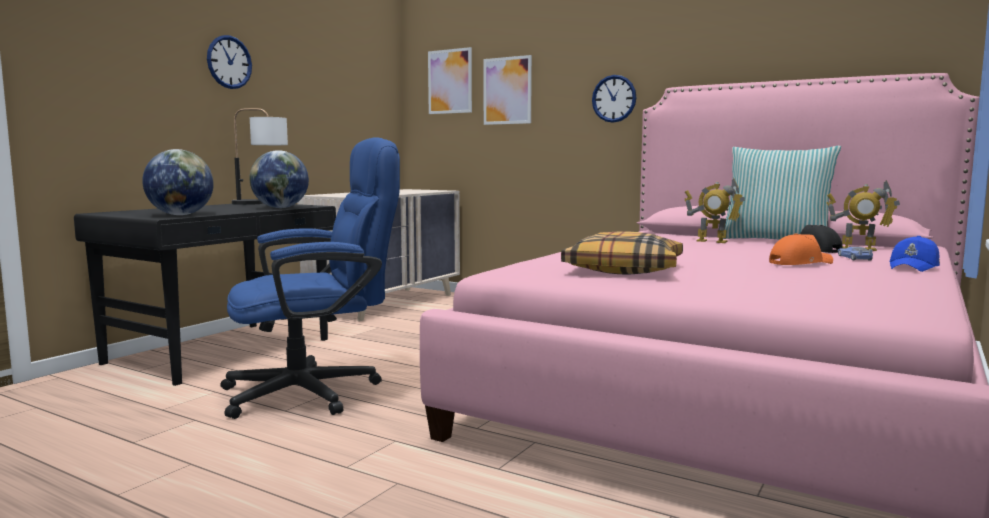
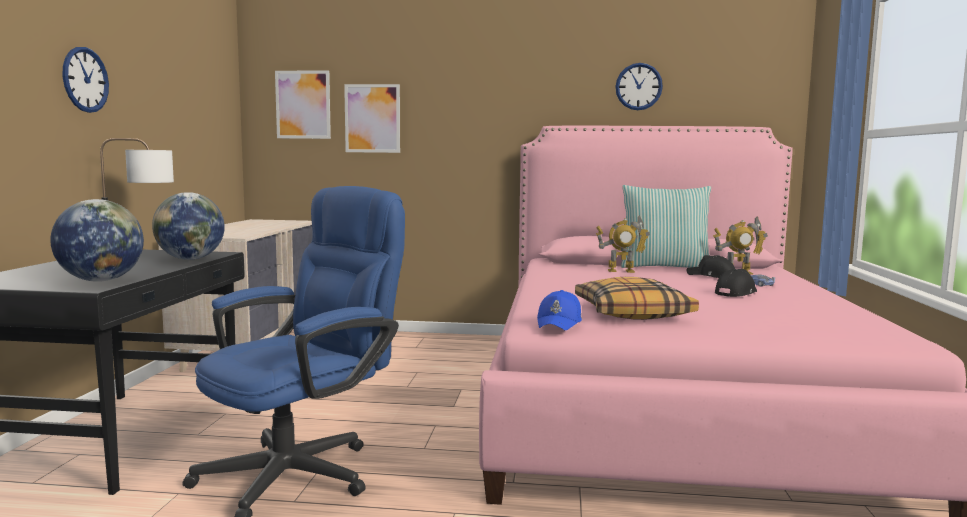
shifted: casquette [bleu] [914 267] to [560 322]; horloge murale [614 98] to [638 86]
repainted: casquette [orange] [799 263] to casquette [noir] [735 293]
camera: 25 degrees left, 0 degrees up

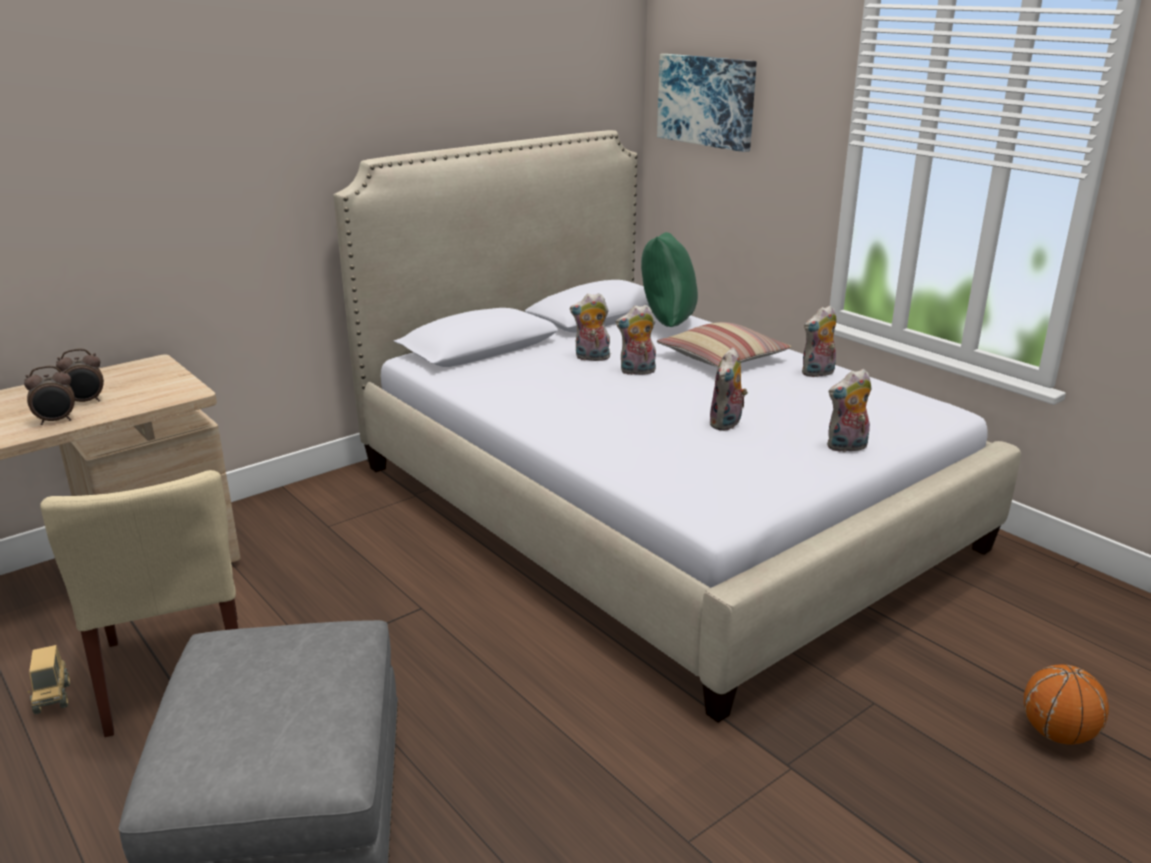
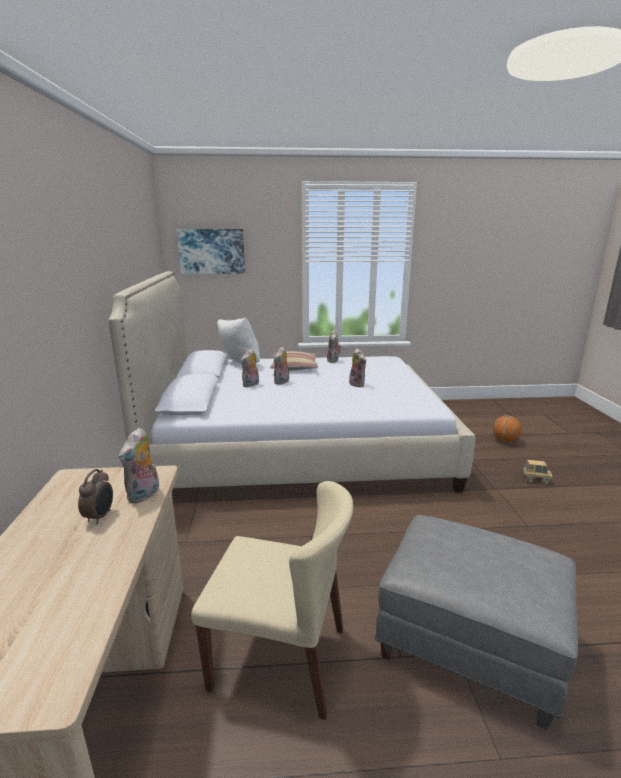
gone: réveil [56 421]
shifted: peluche [846 447] to [144 495]; camion jouet [53 698] to [536 480]
repainted: coussin [vert] [665 323] to coussin [blanc] [239 364]
camera: 55 degrees left, 5 degrees down

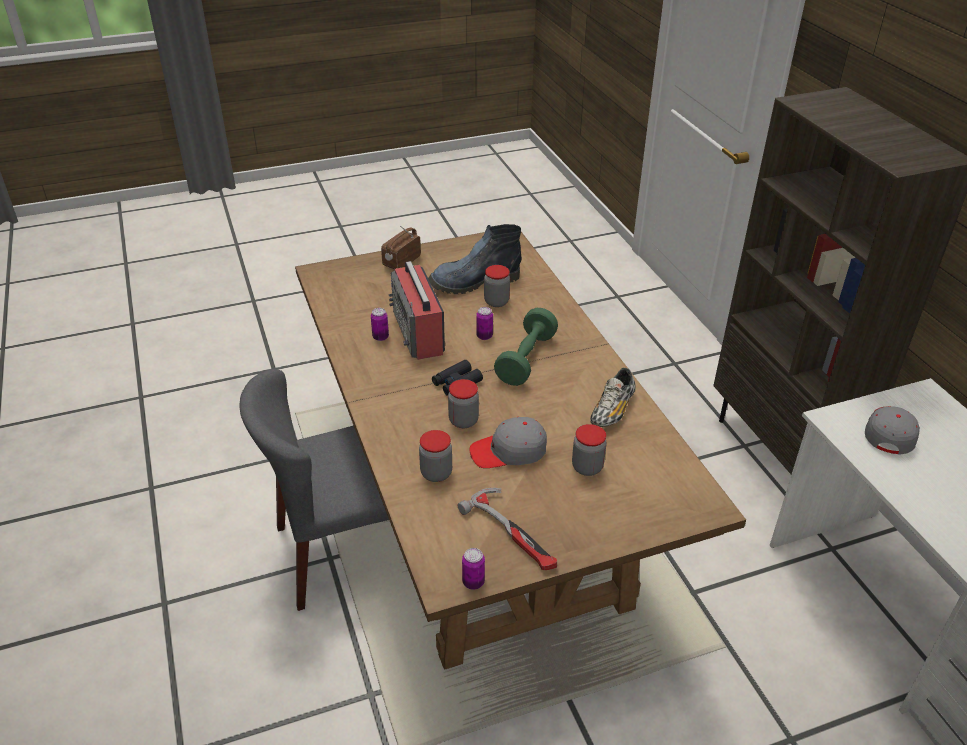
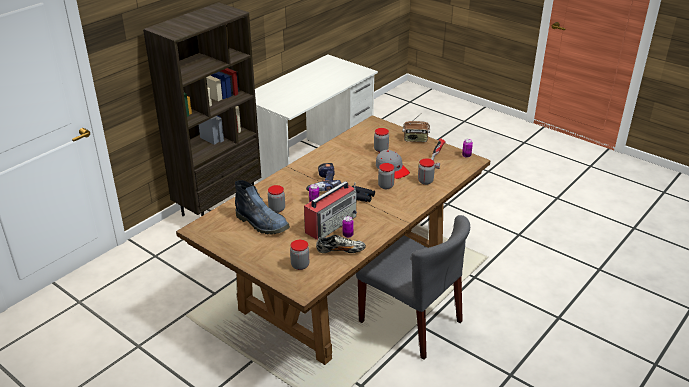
gone: casquette [gris] [890 432]
new: bocal [300 265]
shifted: chaussure [612 410] to [340 251]; radio [401 261] to [415 139]
swapped: haltère [vert] [526 359] to perceuse [322 184]
camera: 120 degrees left, 5 degrees down

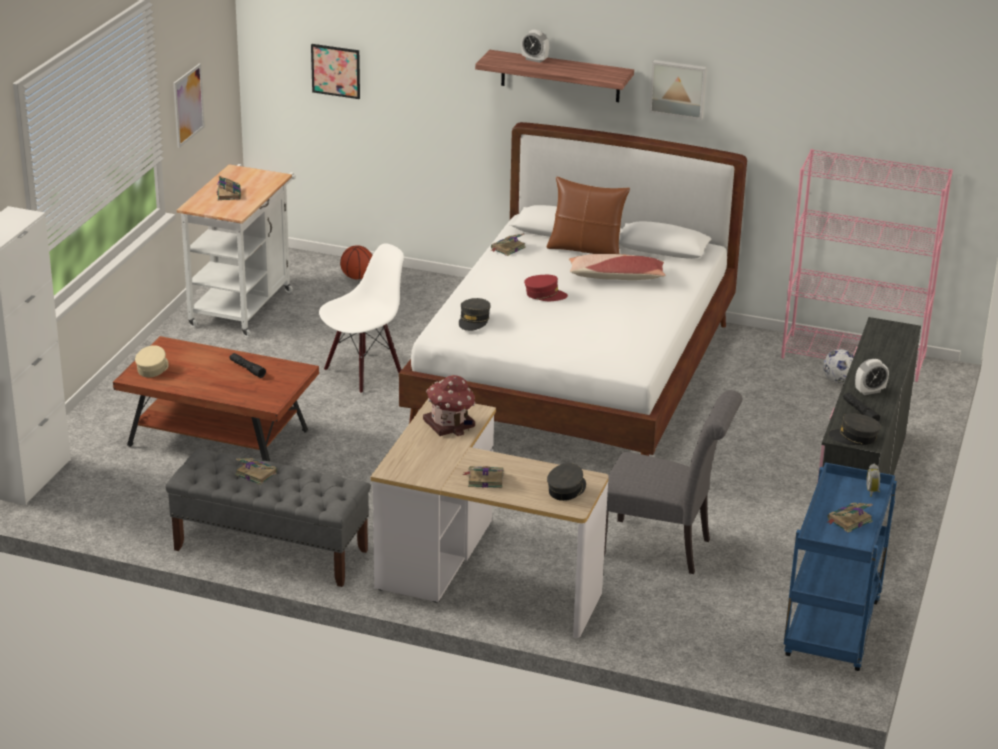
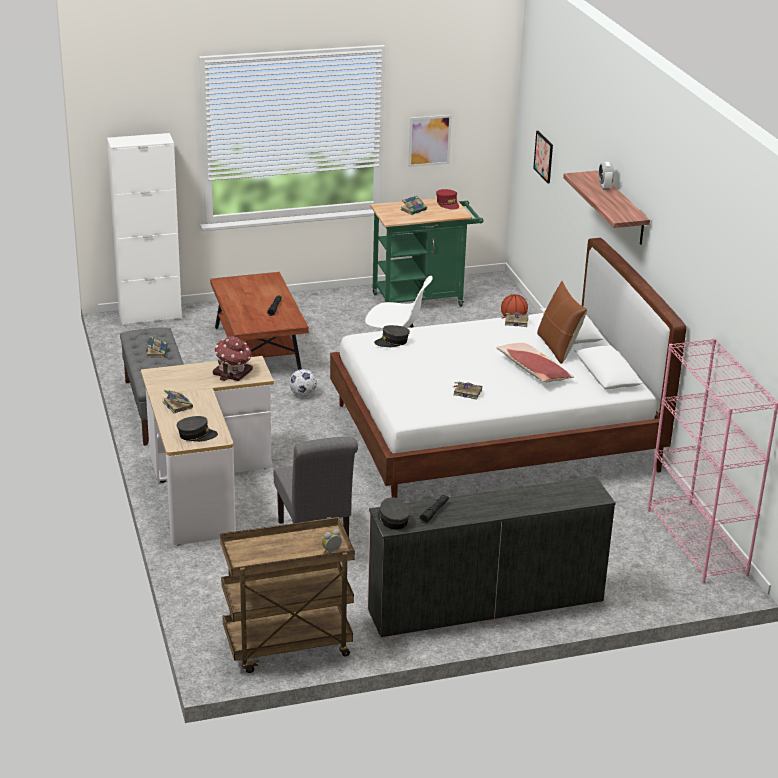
gone: casquette [beige] [152 368]; tableau [678 88]; réveil [870 391]
shifted: ballon de foot [838 380] to [303 394]; casquette [rouge] [545 295] to [447 204]; livre [848 520] to [467 392]
repainted: chariot [bleu] [833 632] to chariot [marron] [287 647]; chariot [blanc] [244 305] to chariot [vert] [423 299]
camera: 55 degrees right, 0 degrees up

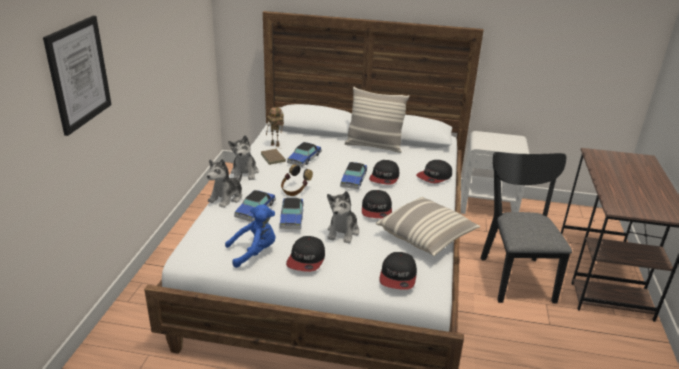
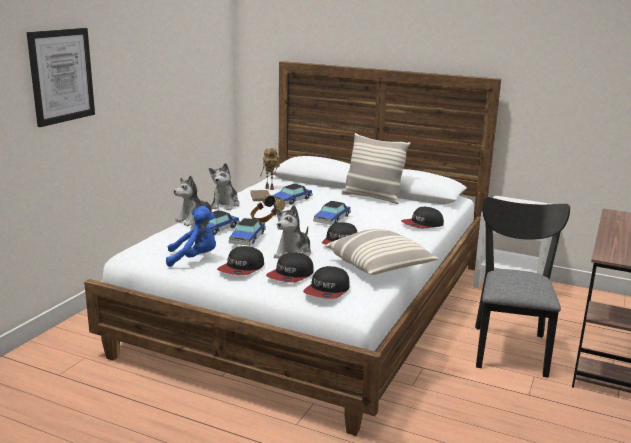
shifted: casquette [384 178] to [290 275]
camera: 15 degrees right, 10 degrees down

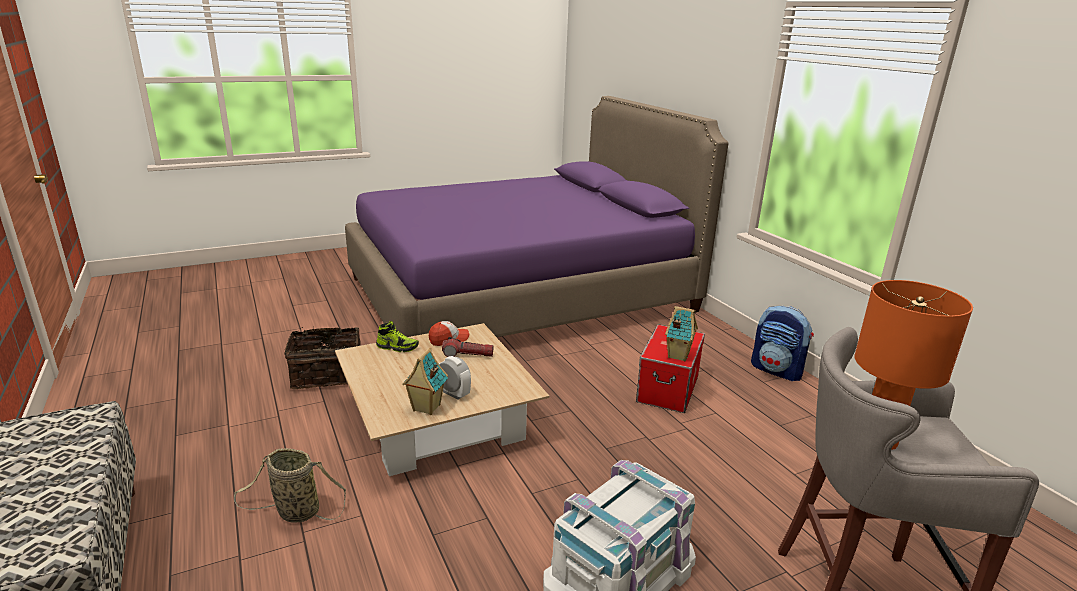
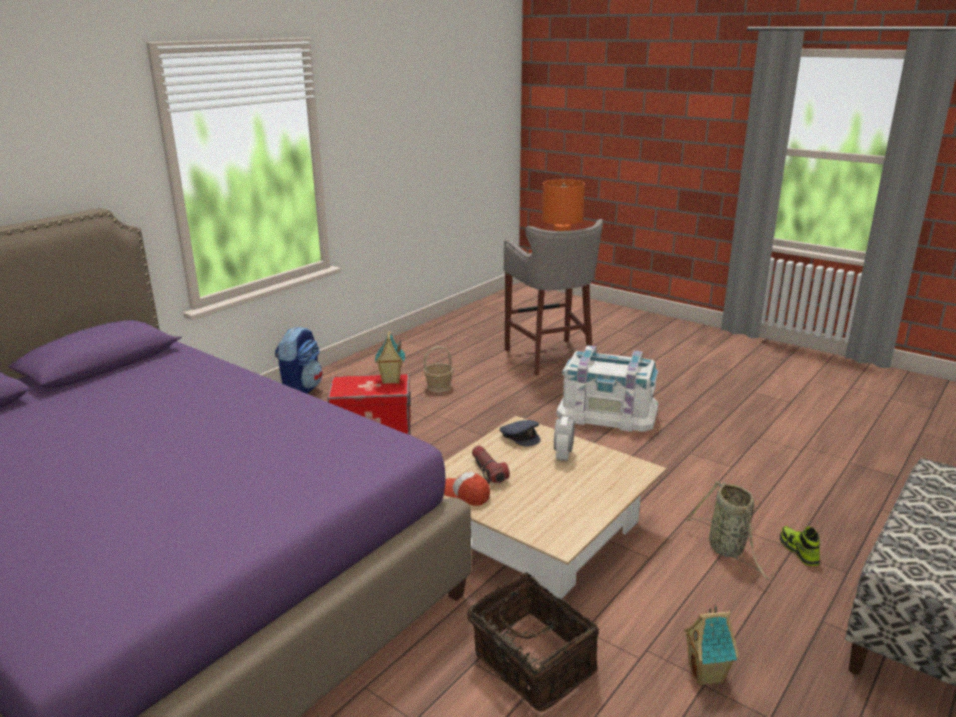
new: panier [439 387]; casquette [gris] [521 436]
shifted: maison miniature [426 408] to [707 675]; chaussure [397 347] to [798 551]
camera: 115 degrees left, 0 degrees up

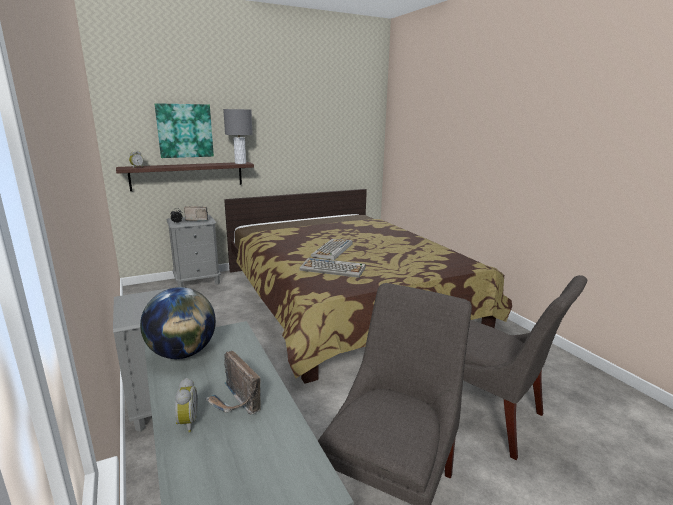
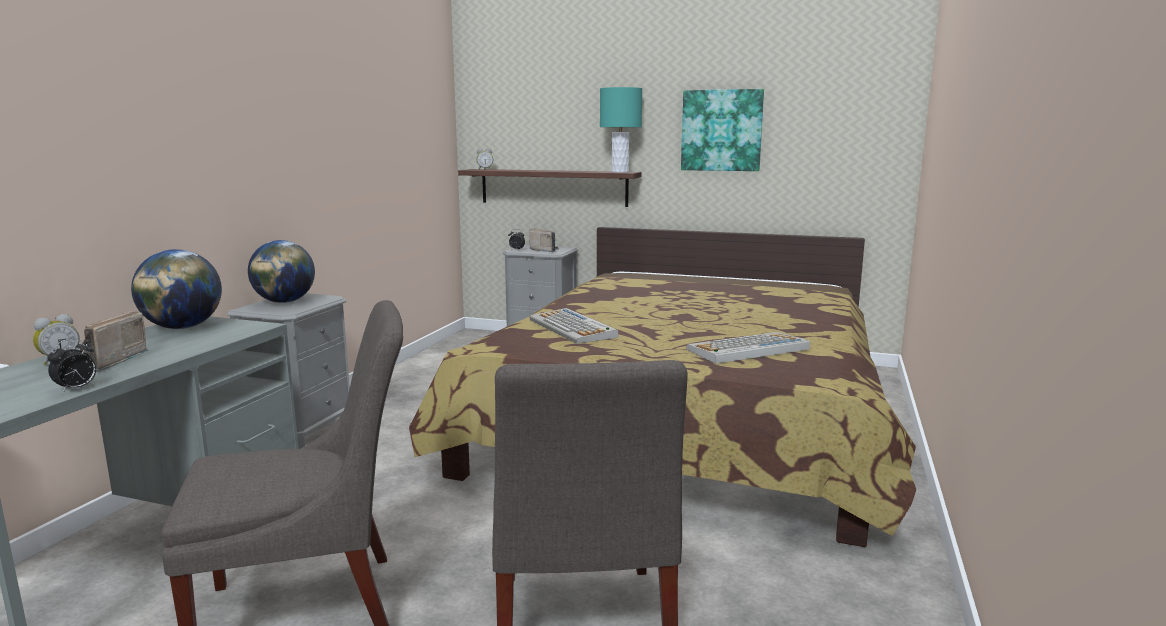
new: réveil [76 389]; globe [284 302]
shifted: tableau [185 131] to [721 130]; clavier [332 250] to [747 349]
repainted: lampe de table [gris] [240 163] to lampe de table [turquoise] [620 172]
camera: 45 degrees right, 5 degrees down

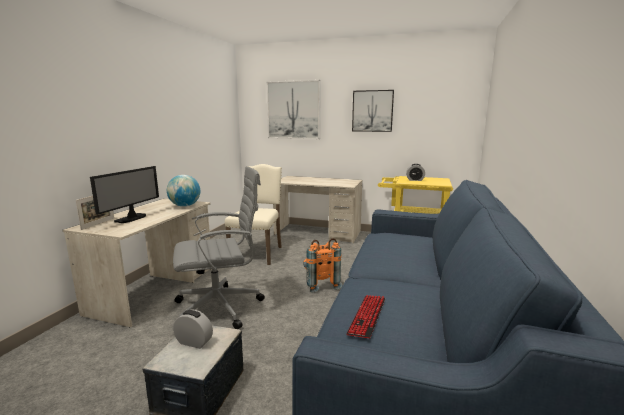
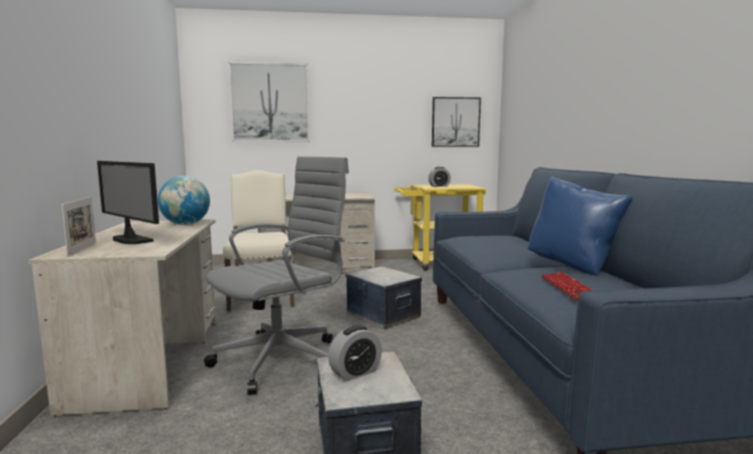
new: coussin [bleu] [572 267]
shifted: tableau [372 111] to [455 122]
swapped: sac à dos [orange] [320 284] to boîte de rangement [382 315]
rotated: écran d'ordinateur [132 218] = [130 240] 135 degrees clockwise; réveil [194 342] = [355 373] 150 degrees clockwise
camera: 25 degrees left, 5 degrees down

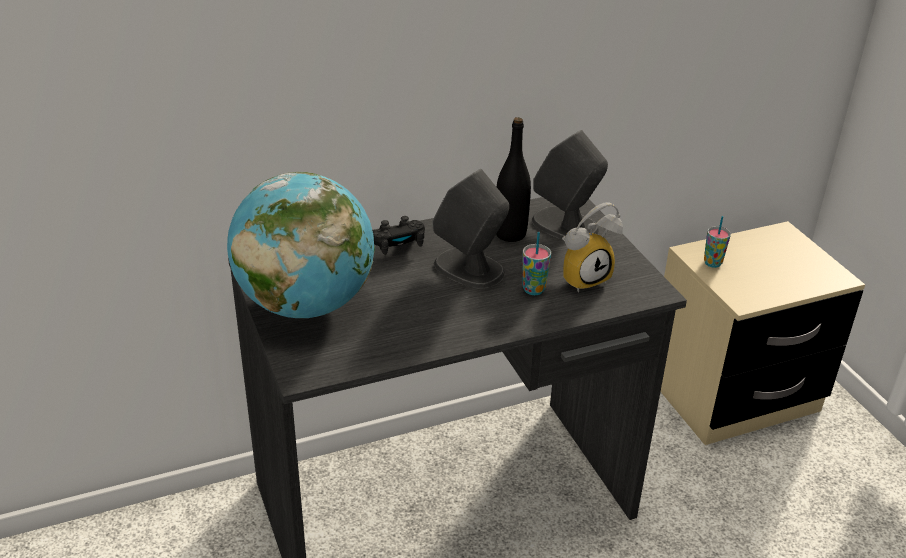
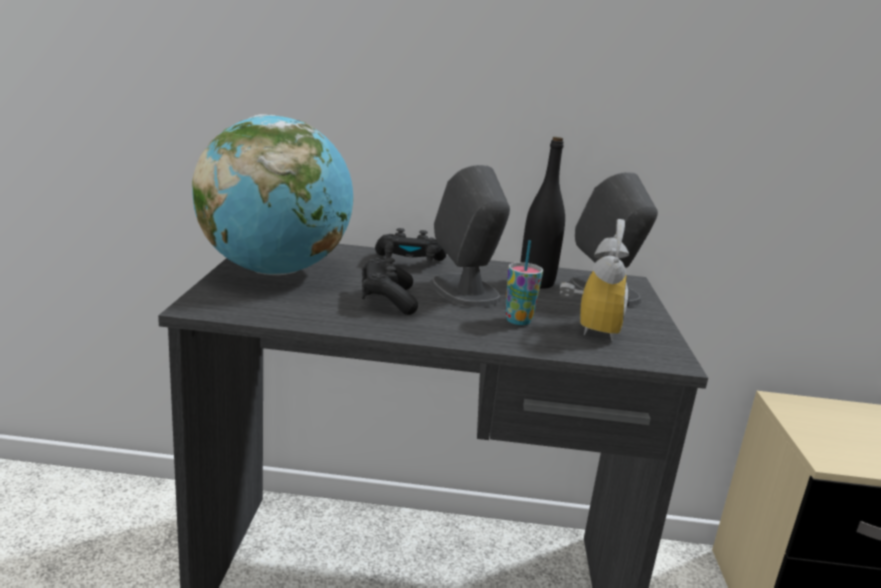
gone: tasse [712 263]
new: manette [noir] [387 300]
rotated: réveil [583 277] = [588 327] 75 degrees counterclockwise
camera: 25 degrees right, 15 degrees down

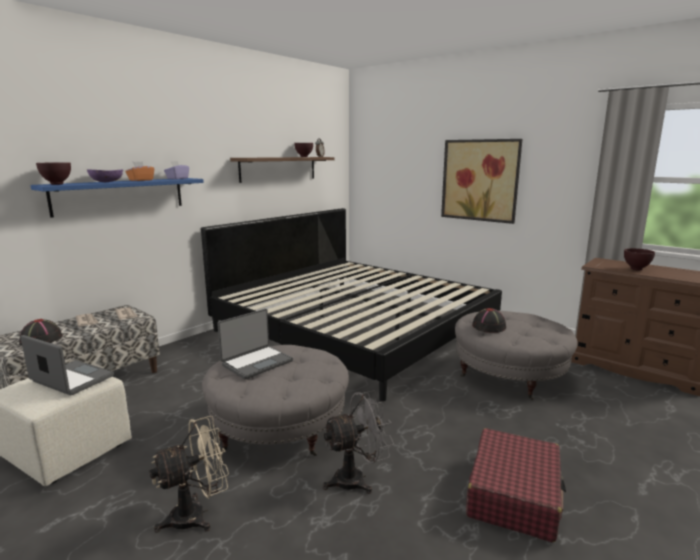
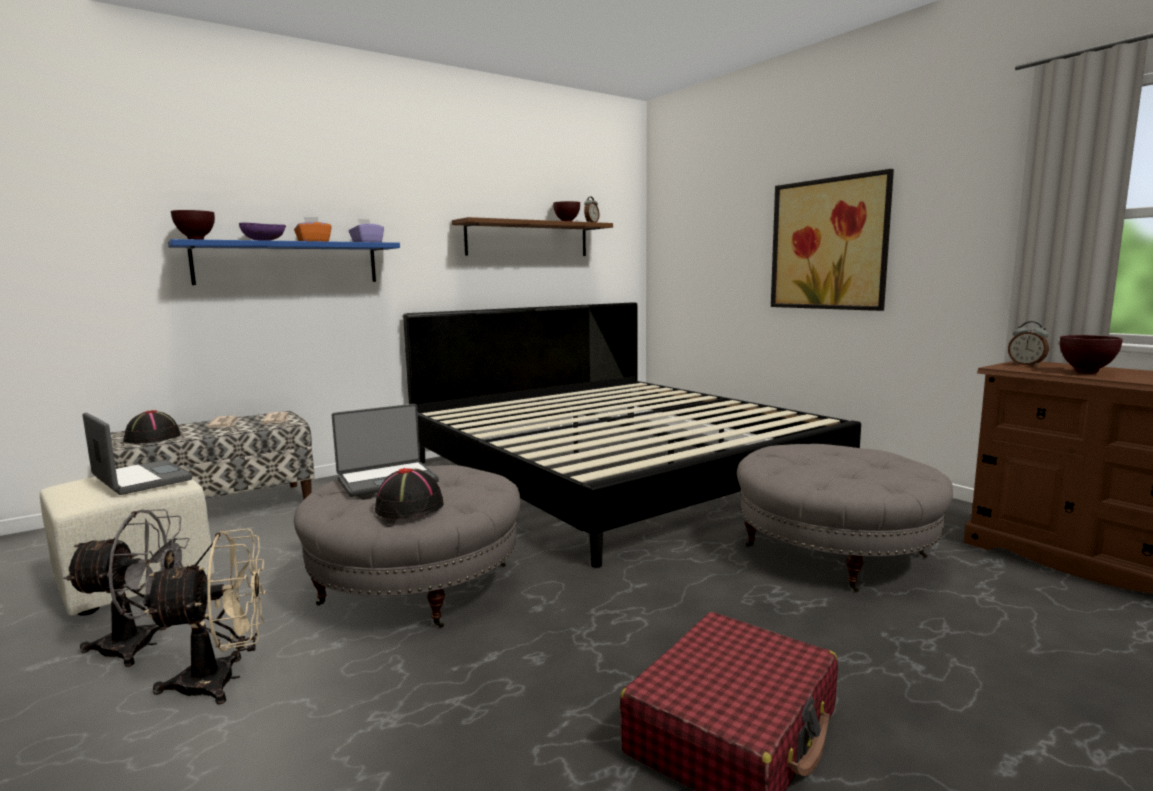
new: réveil [1026 365]
shifted: ventilateur [gris] [357 479] to [141 646]; chapeau [noir] [489 326] to [410 507]
camera: 15 degrees right, 5 degrees down

